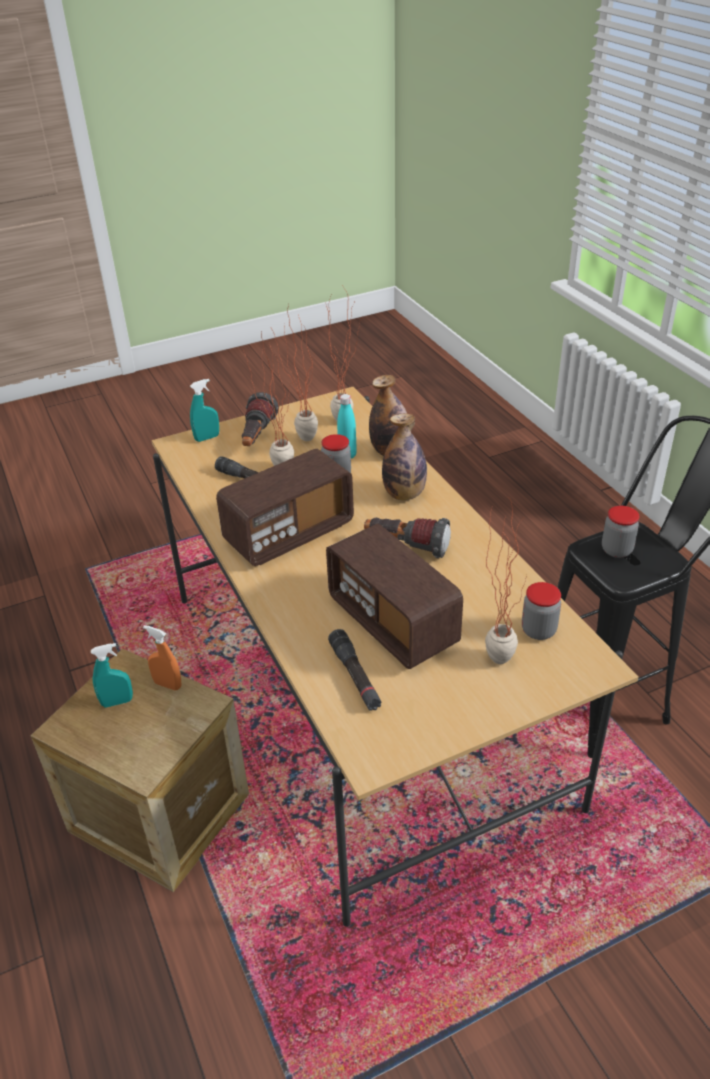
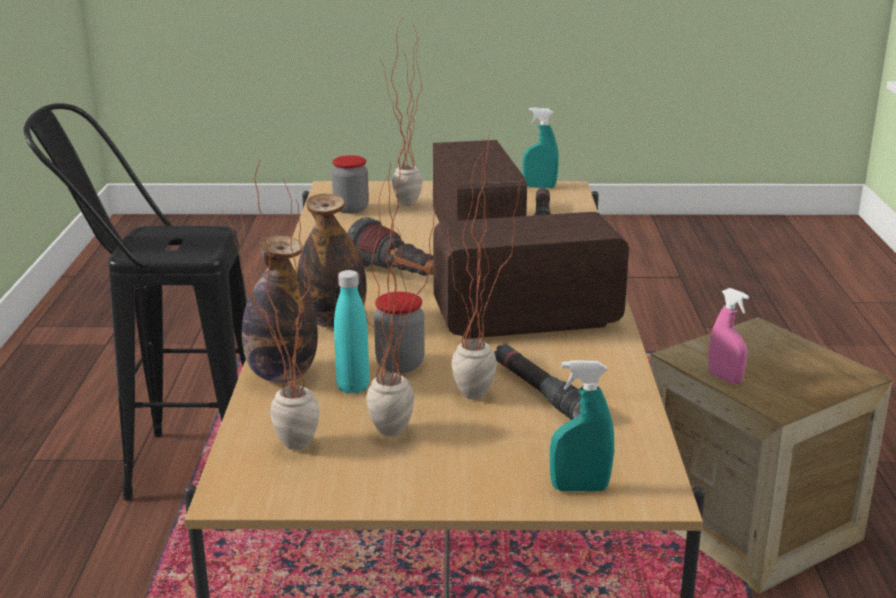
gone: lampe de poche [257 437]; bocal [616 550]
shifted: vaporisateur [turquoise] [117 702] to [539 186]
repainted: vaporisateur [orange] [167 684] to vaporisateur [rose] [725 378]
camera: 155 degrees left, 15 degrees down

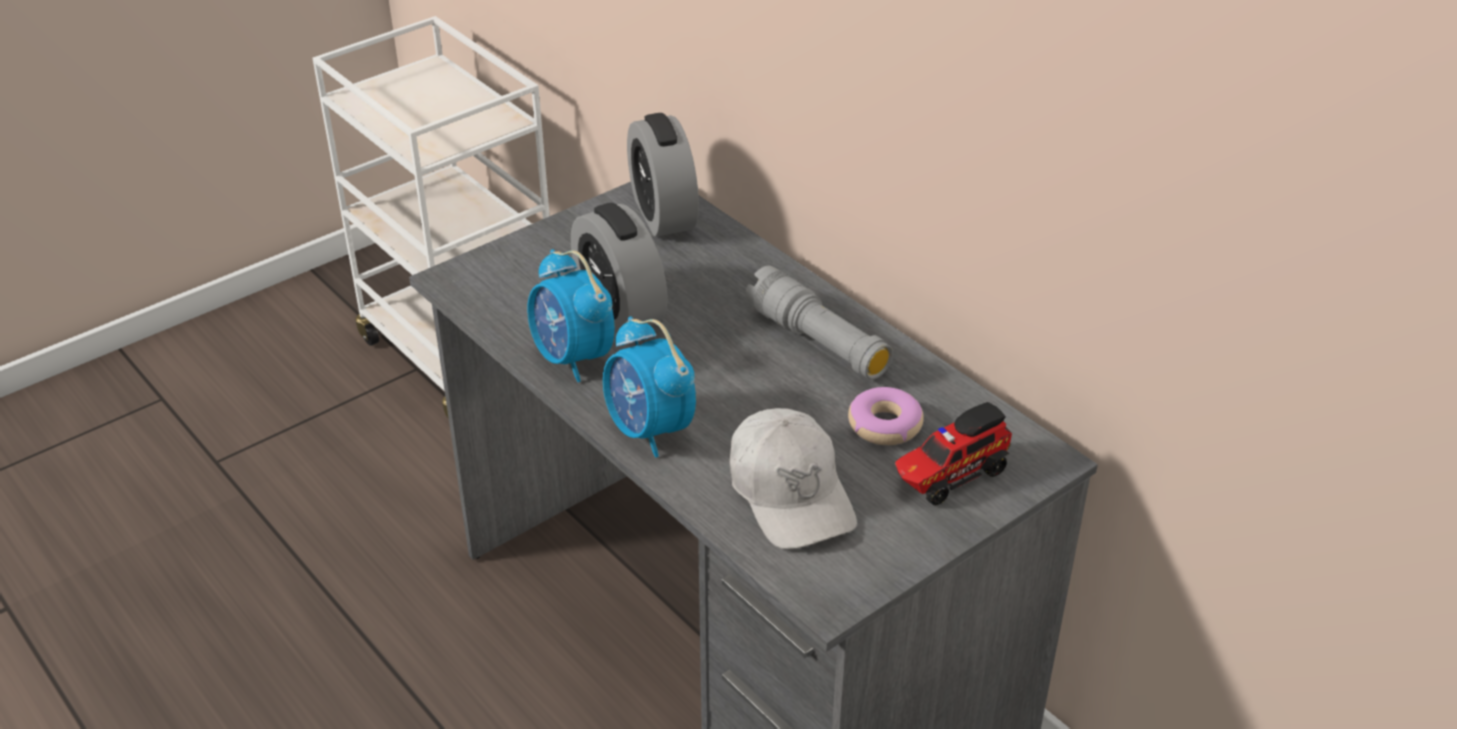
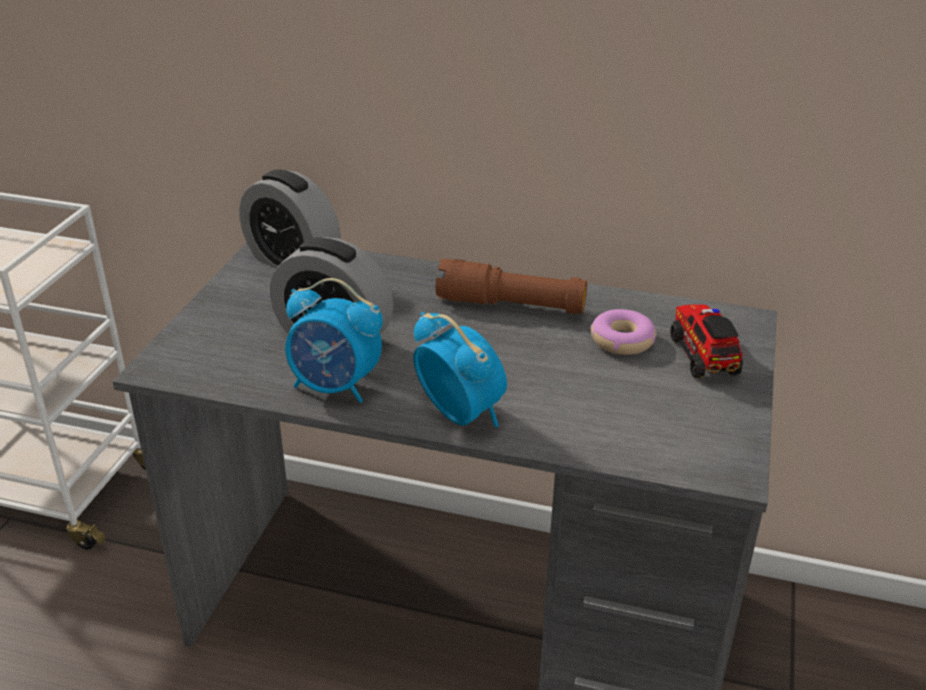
gone: casquette [blanc] [790 493]
repainted: lampe de poche [gris] [818 342] to lampe de poche [marron] [510 305]
rotated: réveil [649 430] = [460 414] 150 degrees counterclockwise; camion jouet [949 476] = [702 355] 150 degrees clockwise
camera: 35 degrees left, 5 degrees down

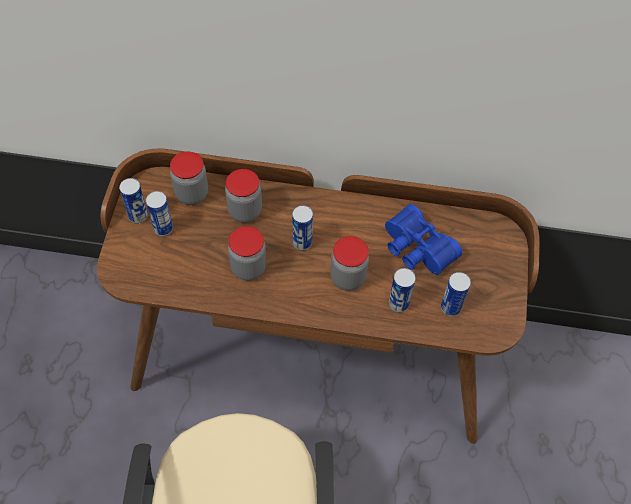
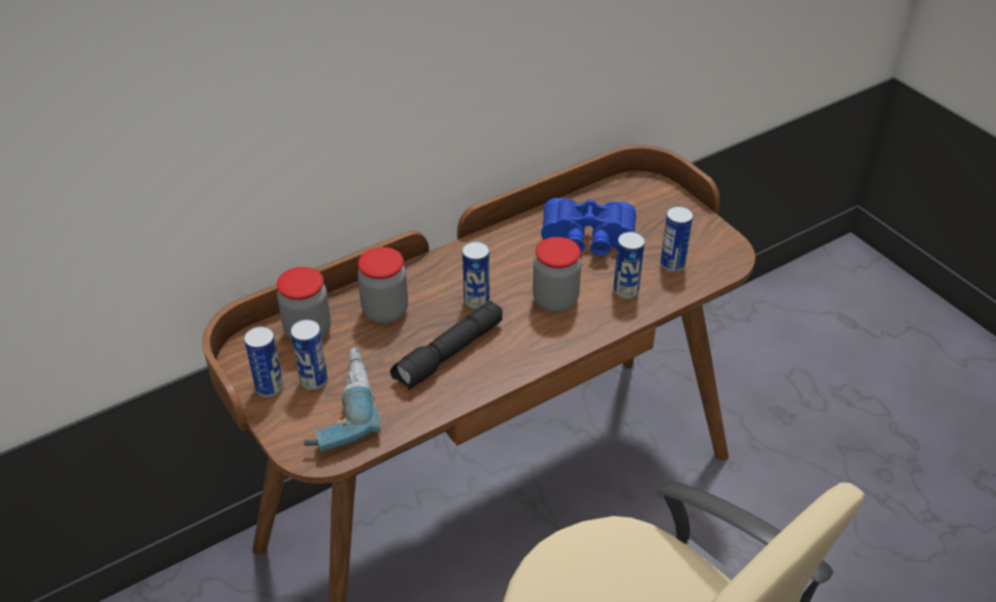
new: perceuse [338 407]
swapped: bocal [248 268] to lampe de poche [noir] [449 355]
camera: 40 degrees left, 15 degrees down

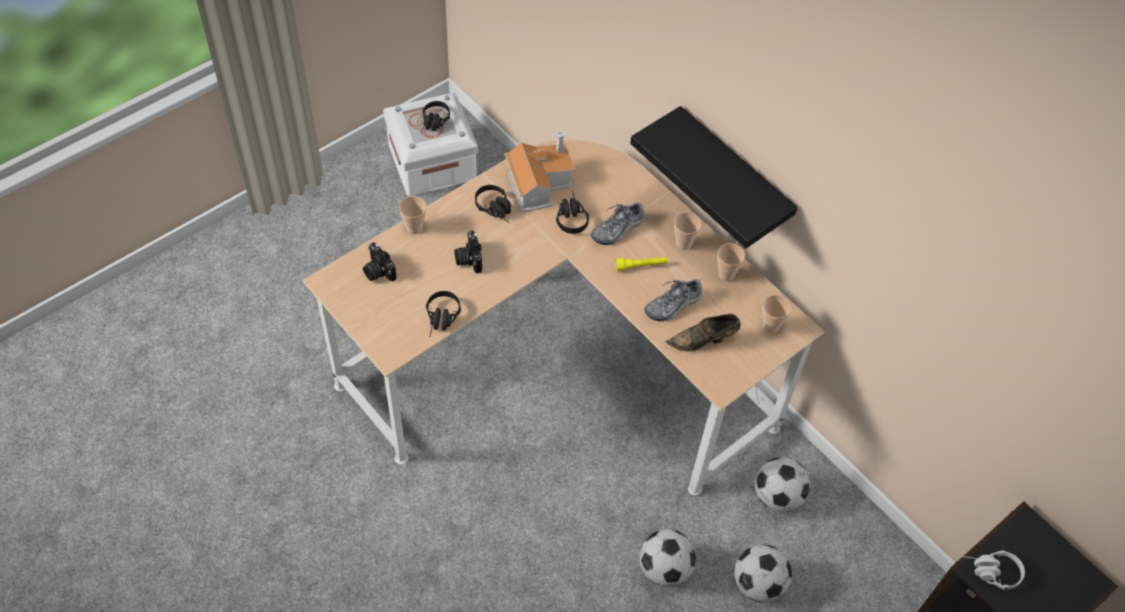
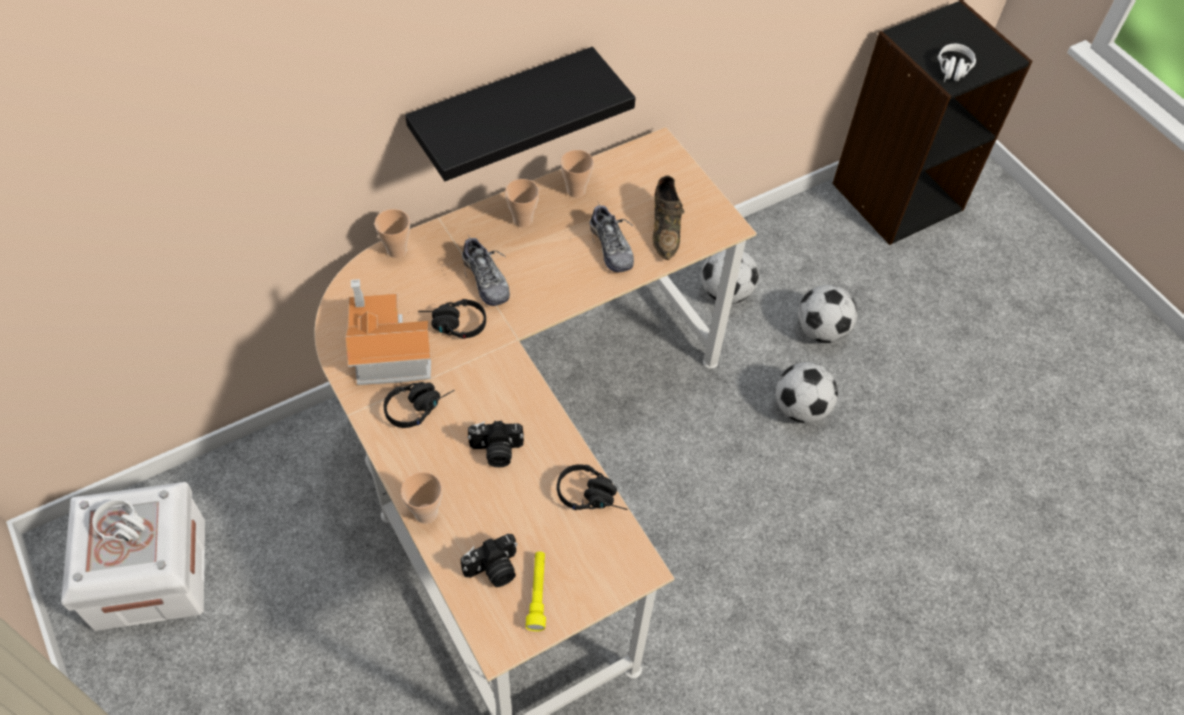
shifted: tasse [770 326] to [397 250]; lampe de poche [jaune] [641 266] to [537 593]
repainted: casque audio [noir] [434 123] to casque audio [blanc] [128 529]
camera: 80 degrees left, 0 degrees up

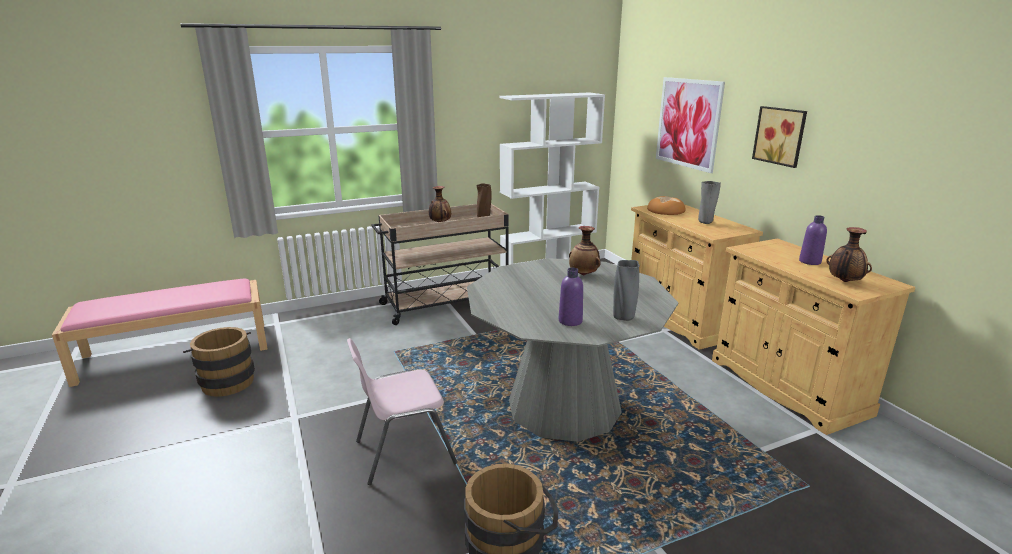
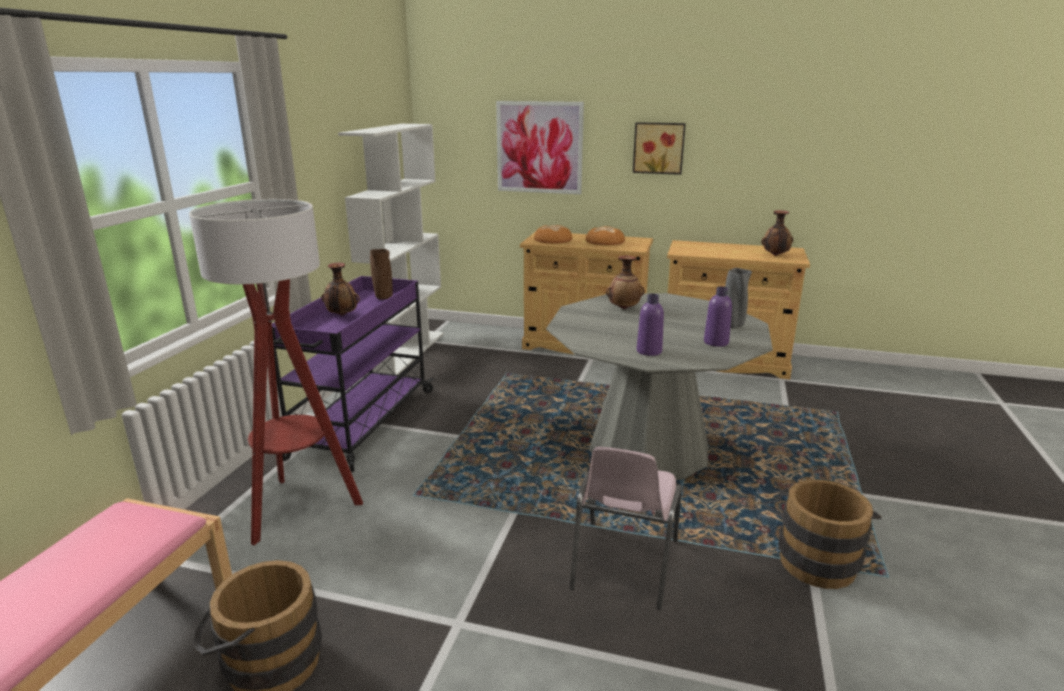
new: lampadaire [299 508]
shifted: bouteille [violet] [809 261] to [649 351]
swapped: vase [gris] [705 223] to pain [605 241]
repainted: chariot [beige] [445 304] to chariot [violet] [362 424]
camera: 50 degrees left, 0 degrees up

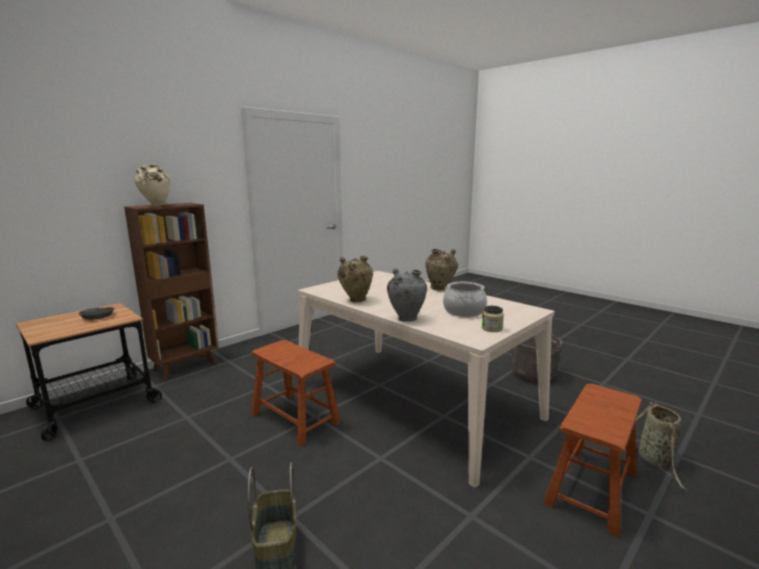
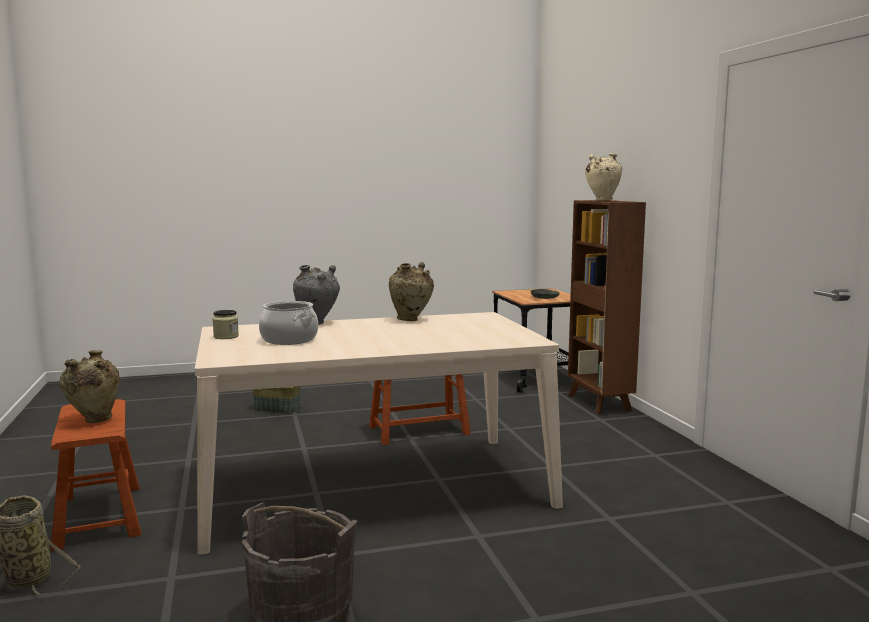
shifted: vase [beige] [440 289] to [93 420]
camera: 120 degrees right, 5 degrees down

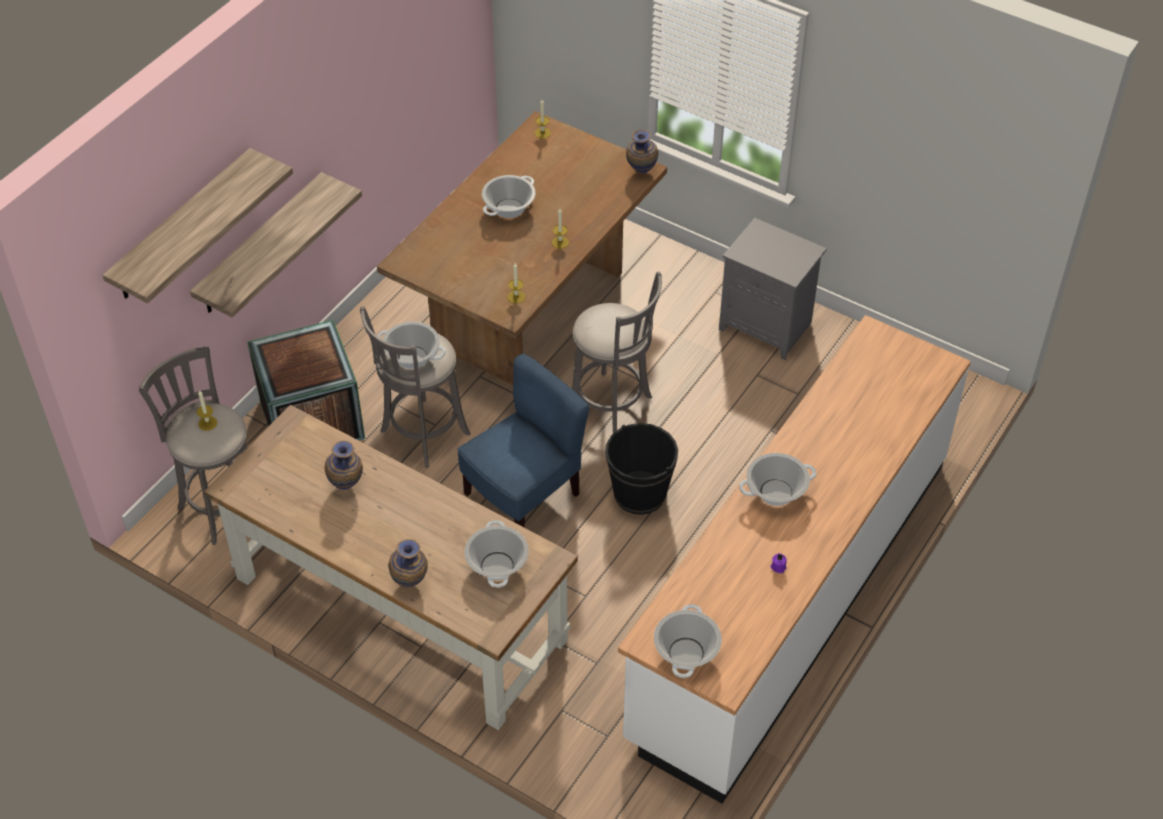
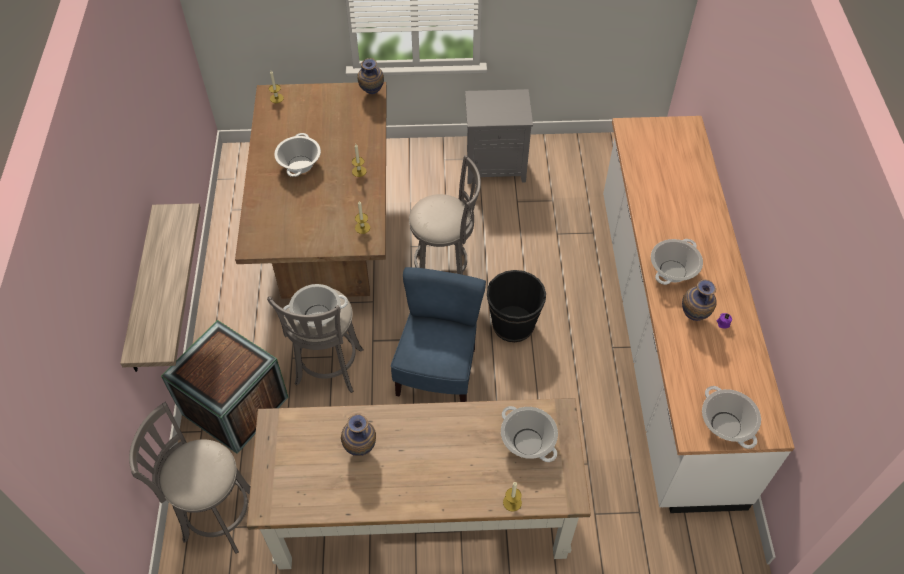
gone: étagère [182 226]
shifted: bougie [207 423] to [512 502]; vase [410 584] to [694 317]
camera: 35 degrees left, 5 degrees up

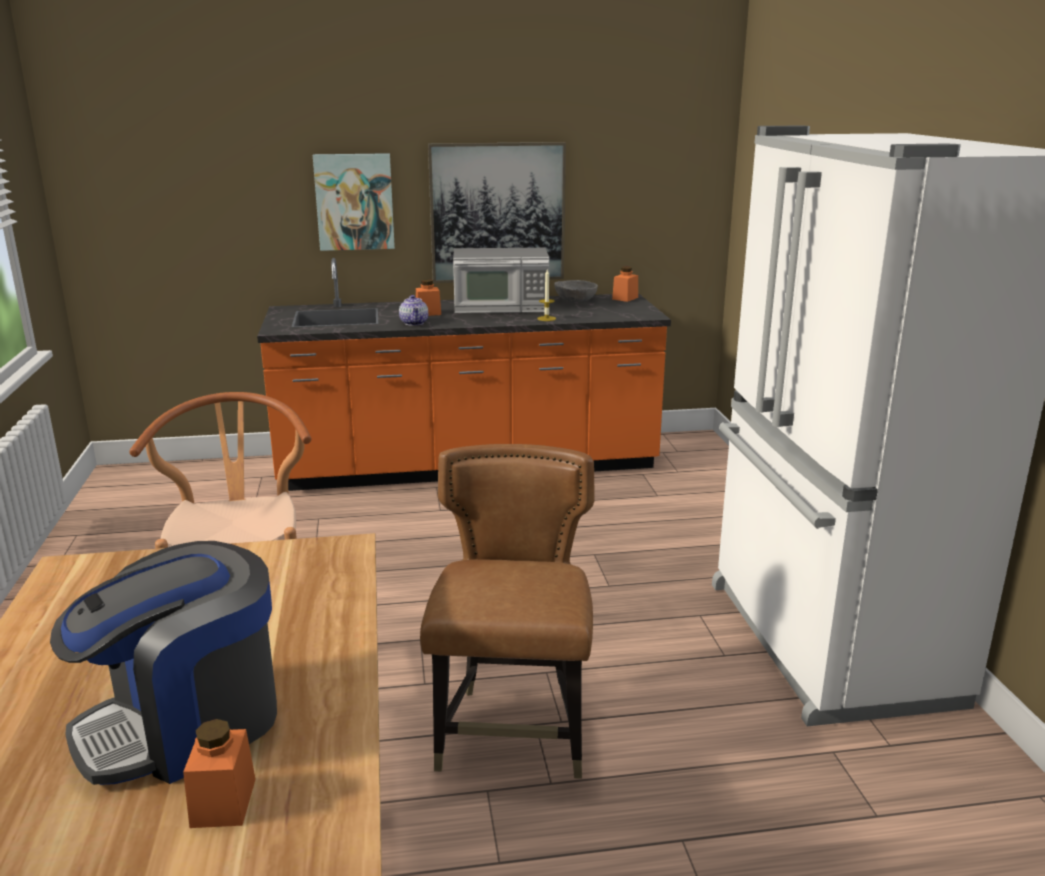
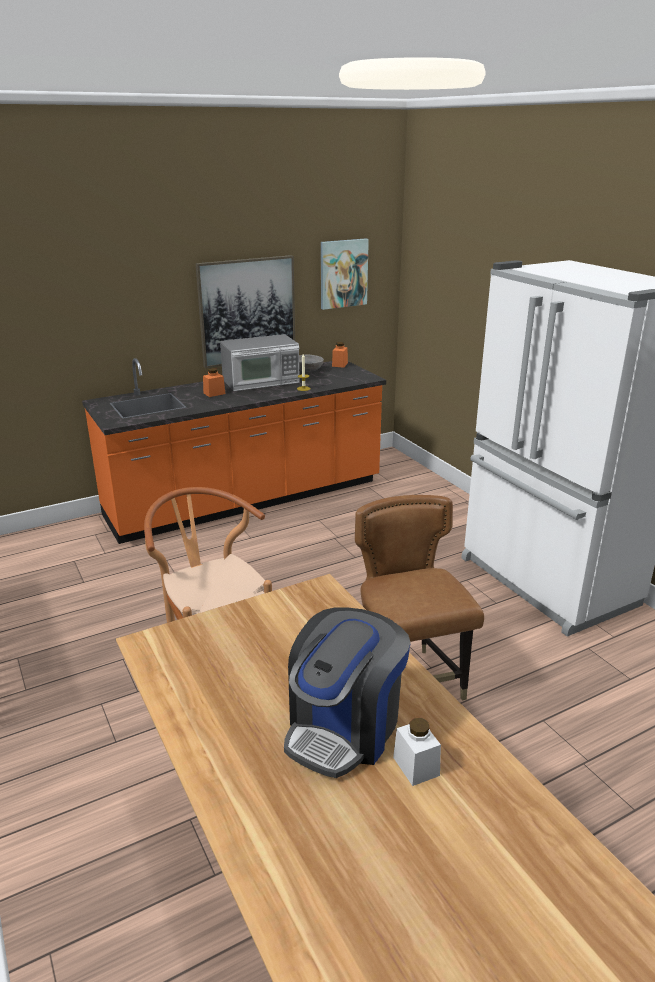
gone: théière [414 323]
shifted: tableau [354 202] to [343 273]
repainted: bocal [orange] [223 802] to bocal [blanc] [416 766]
camera: 20 degrees left, 5 degrees up

